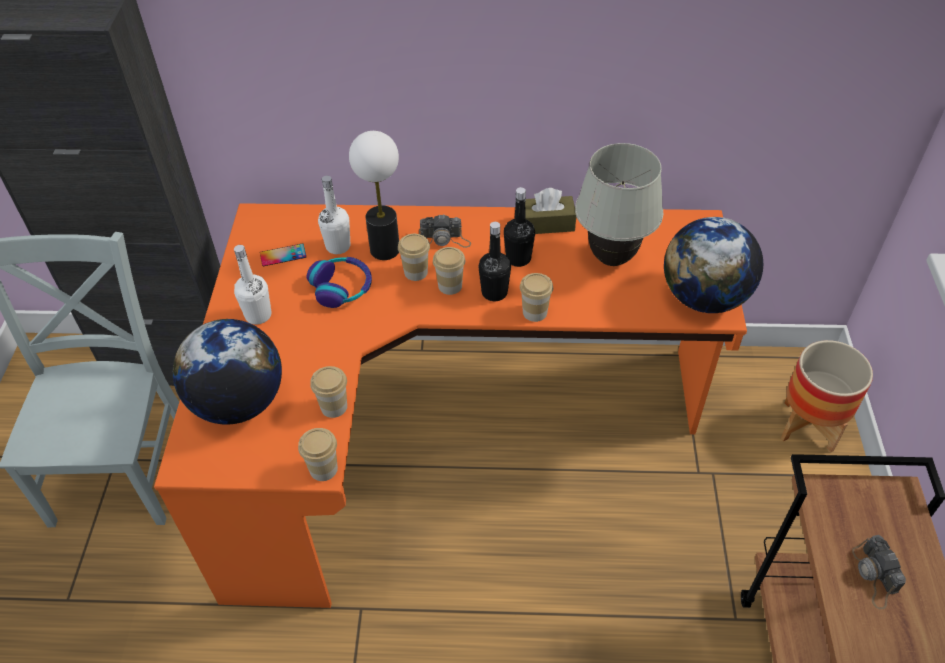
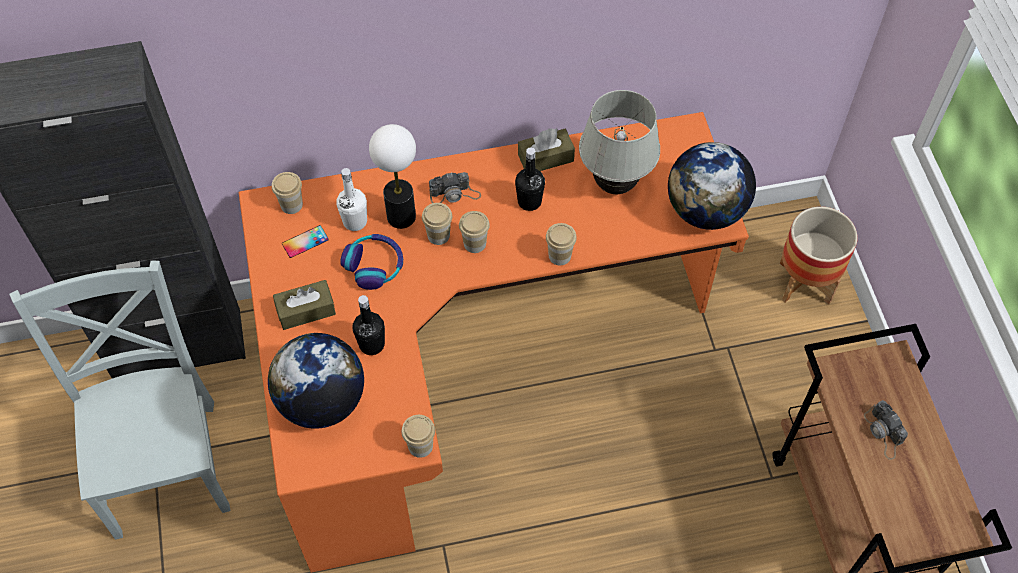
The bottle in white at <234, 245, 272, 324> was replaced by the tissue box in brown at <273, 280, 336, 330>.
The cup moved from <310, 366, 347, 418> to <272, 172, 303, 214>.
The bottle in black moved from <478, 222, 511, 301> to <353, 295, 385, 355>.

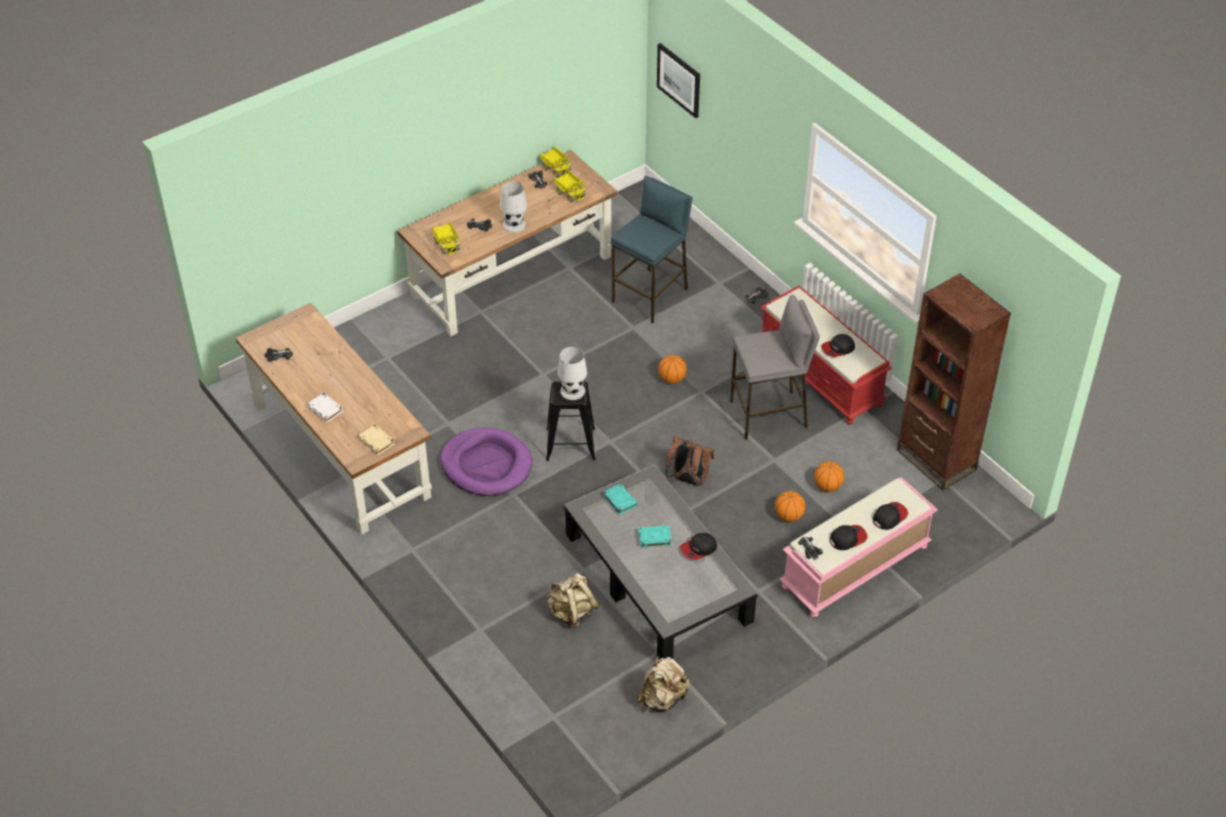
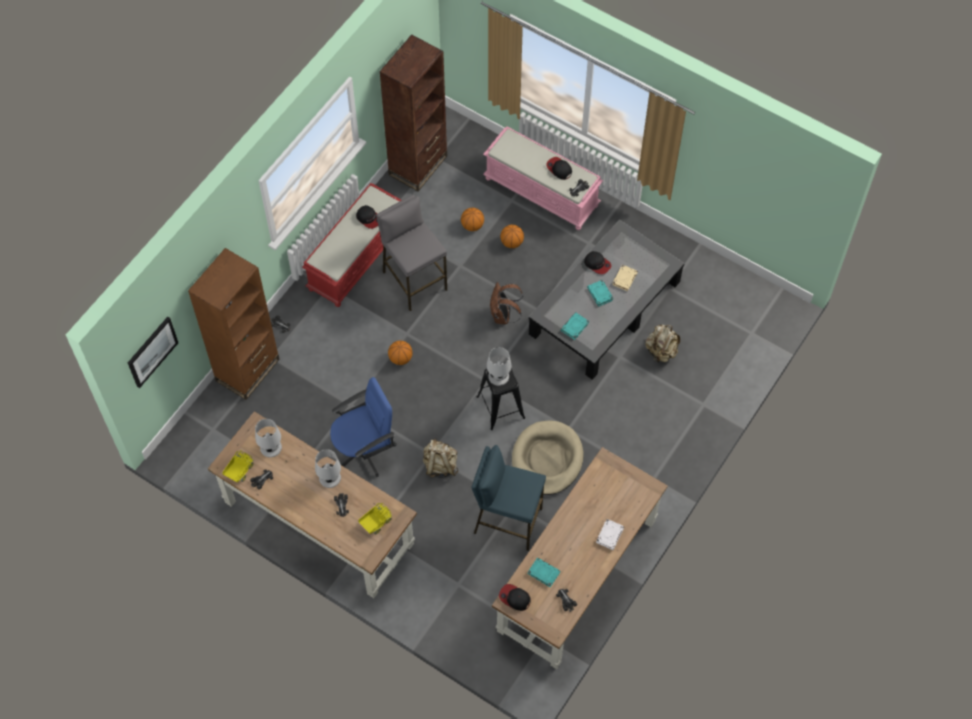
The book in beige moved from <358, 424, 395, 455> to <612, 265, 638, 291>.
The dog bed in purple at <440, 427, 533, 496> became the dog bed in beige at <512, 420, 583, 495>.
The toy truck at <553, 171, 586, 202> was replaced by the table lamp in white at <255, 419, 282, 457>.
The stool in blue moved from <611, 176, 692, 324> to <471, 445, 546, 551>.
The backpack in beige moved from <637, 656, 690, 711> to <423, 438, 458, 478>.
The cap moved from <873, 502, 908, 530> to <499, 584, 530, 611>.
The bookcase in brown at <188, 248, 280, 400> appeared.
The office chair in blue at <330, 377, 396, 477> appeared.
The book in turquoise at <528, 557, 561, 587> appeared.

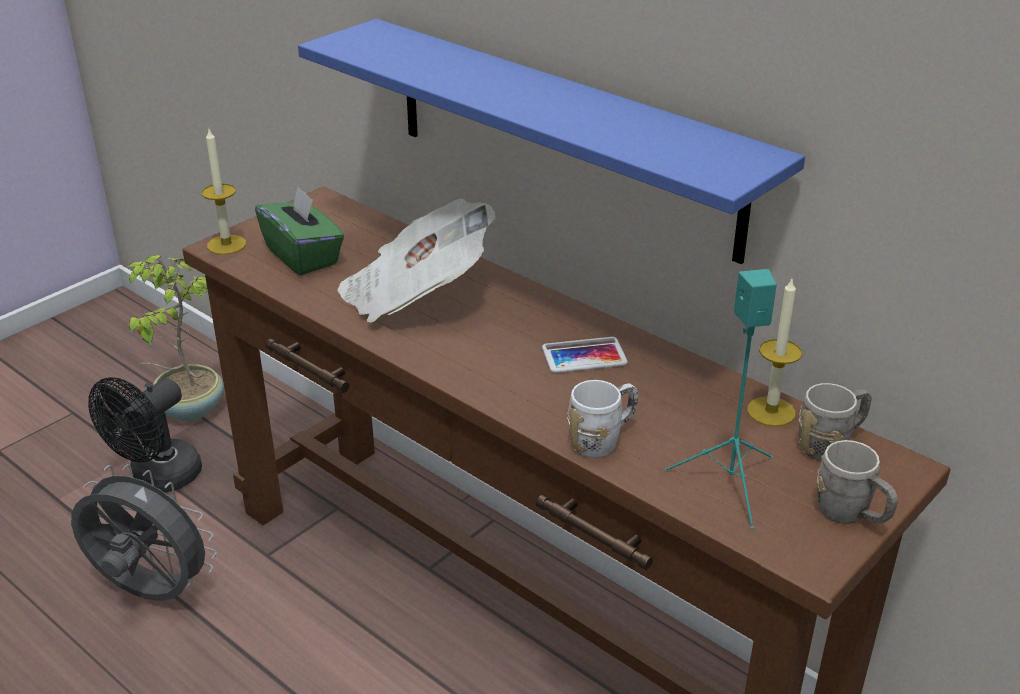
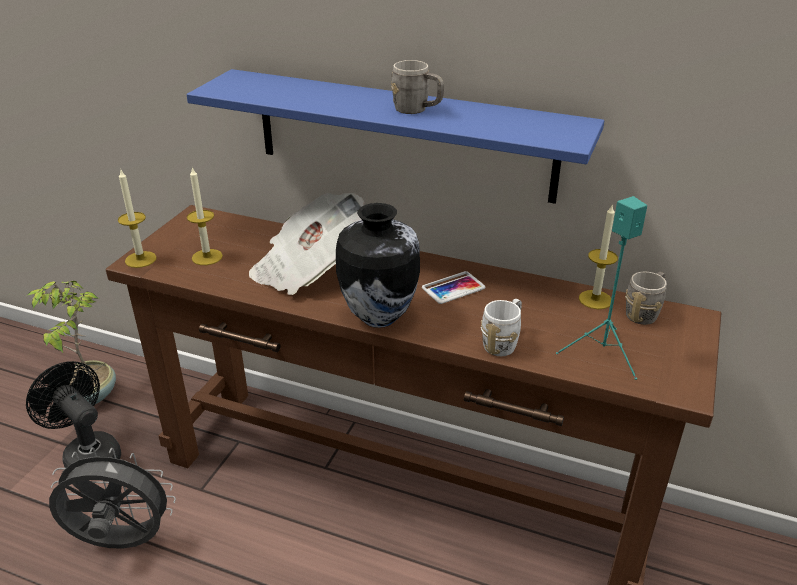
The fan in black at <88, 377, 202, 493> turned 120 degrees clockwise.
The tissue box in green at <255, 186, 344, 276> was replaced by the candle at <187, 167, 223, 265>.
The mug in grey moved from <817, 440, 898, 524> to <391, 60, 444, 114>.
The vase at <336, 203, 420, 328> appeared.

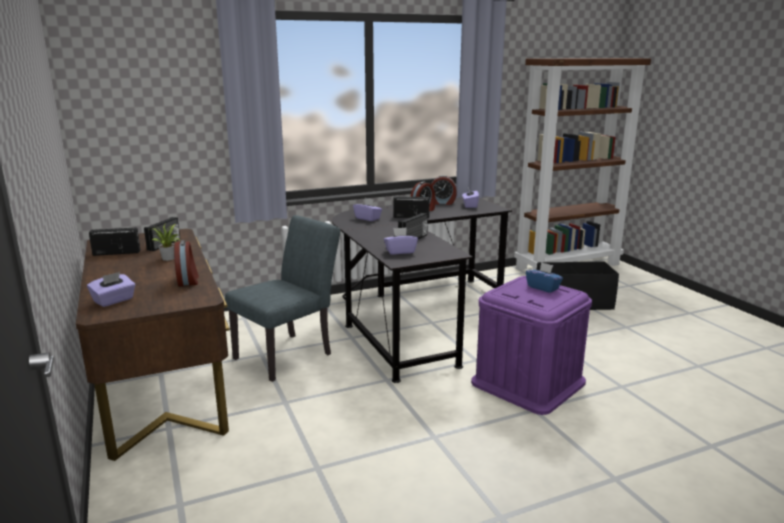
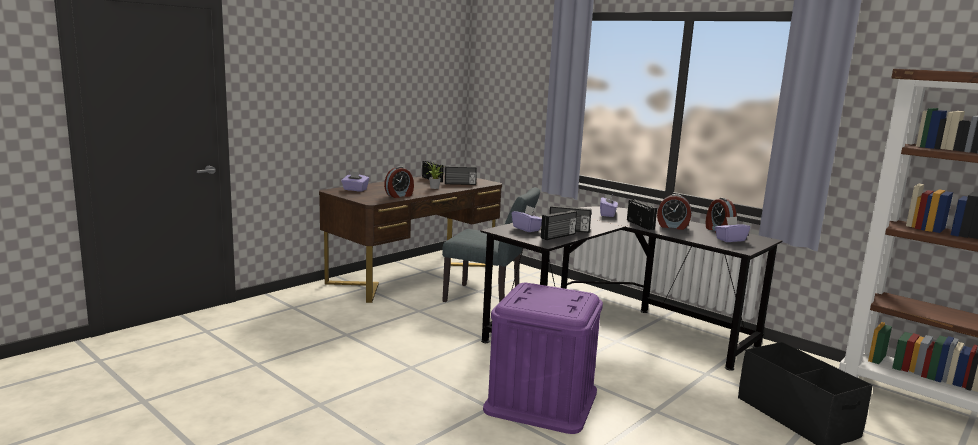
The tissue box in blue at <526, 262, 563, 293> disappeared.
The radio at <541, 210, 577, 240> appeared.

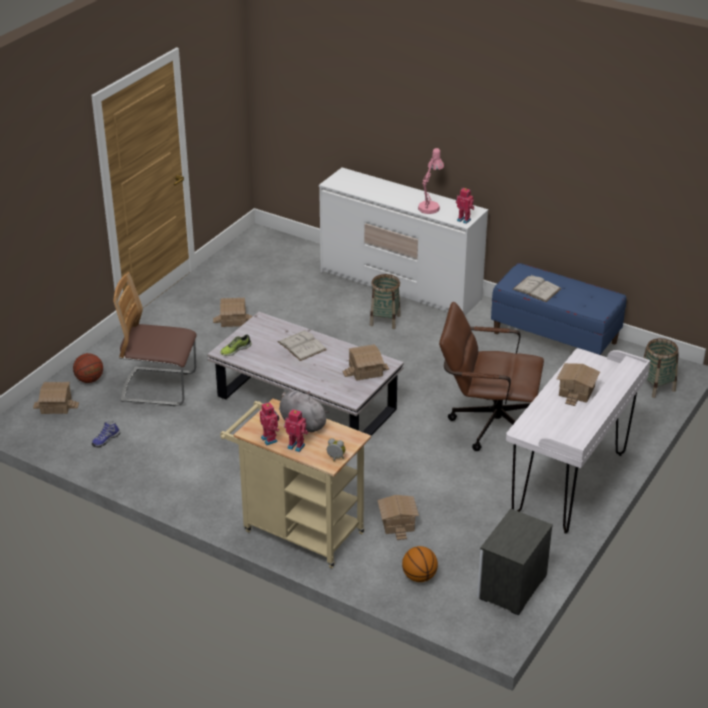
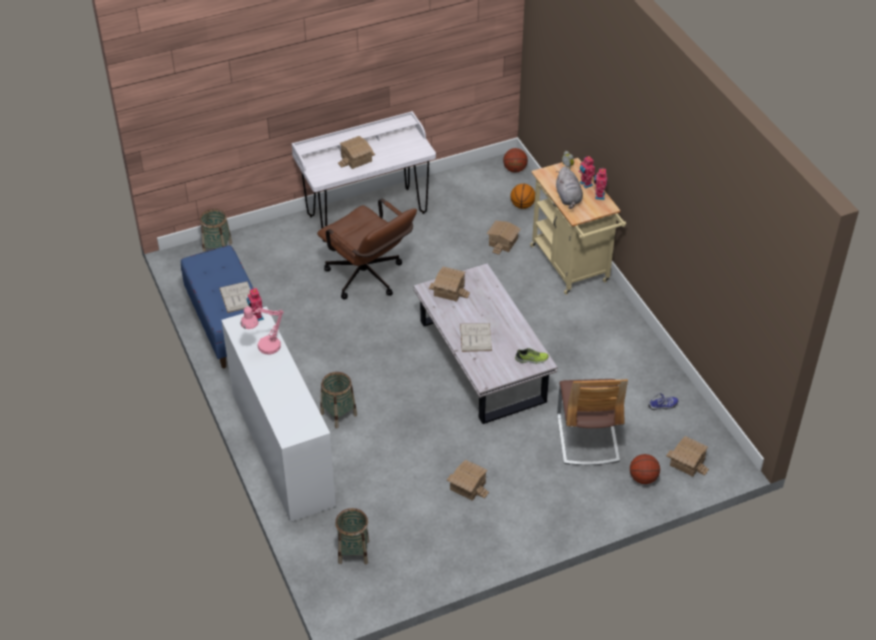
The chair at <113, 272, 197, 406> turned 45 degrees clockwise.
The nightstand at <477, 508, 553, 616> disappeared.
The basket at <335, 508, 369, 564> appeared.
The basketball at <503, 148, 528, 173> appeared.

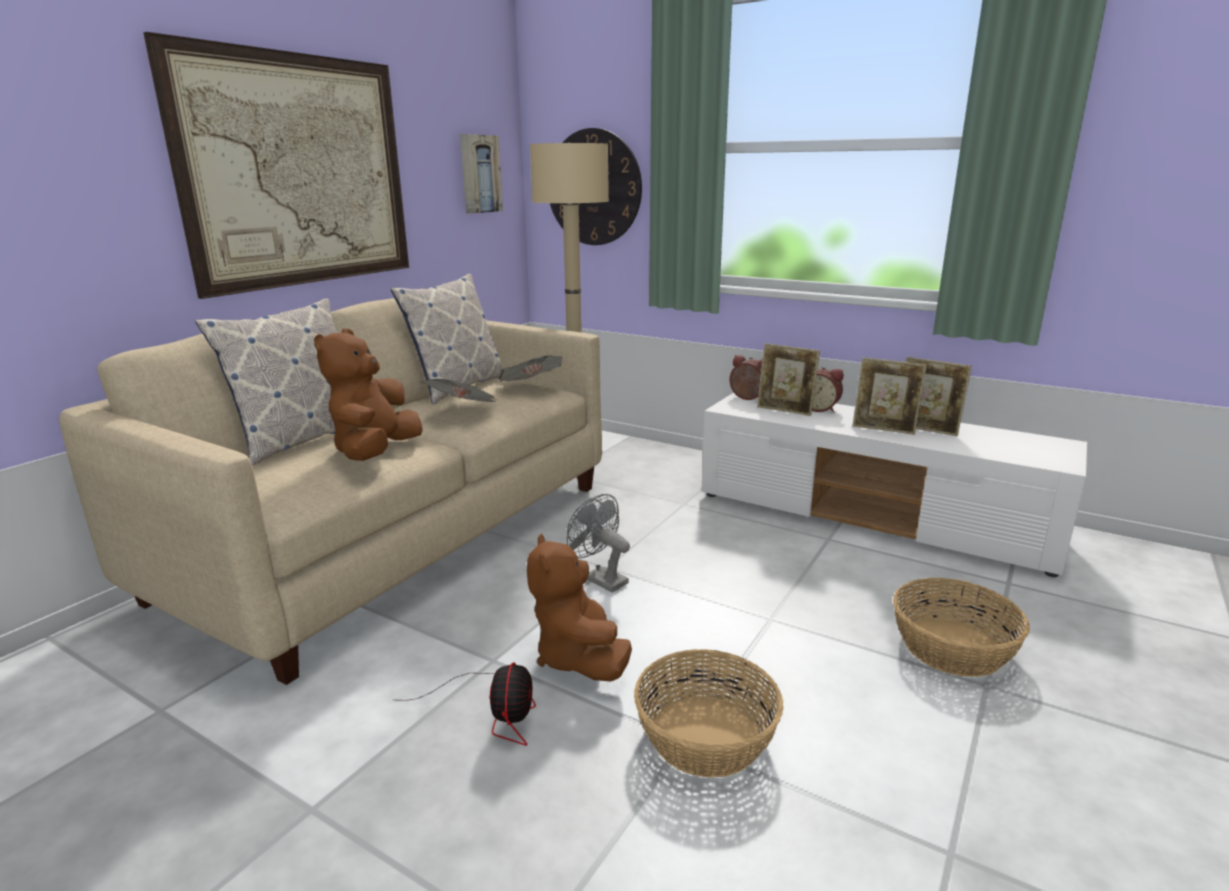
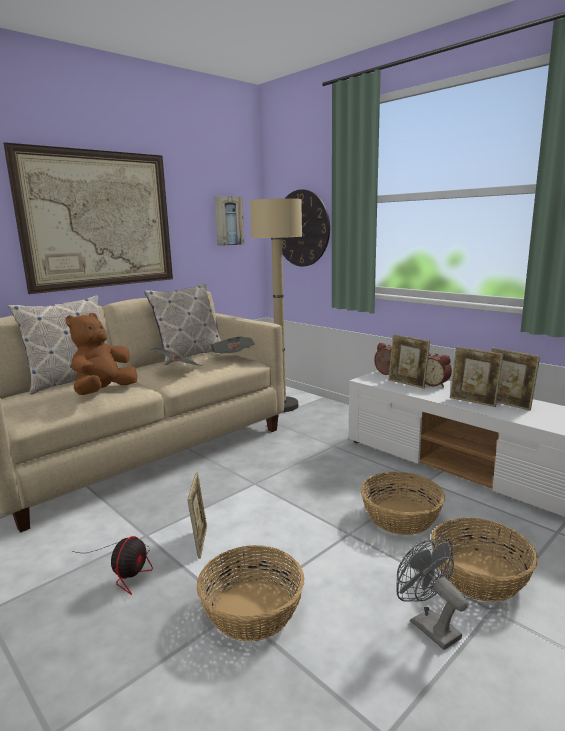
The plush toy in brown at <527, 533, 632, 682> was replaced by the picture frame at <187, 472, 207, 559>.
The fan in grey moved from <567, 494, 630, 592> to <396, 538, 468, 650>.
The basket at <361, 472, 445, 535> appeared.

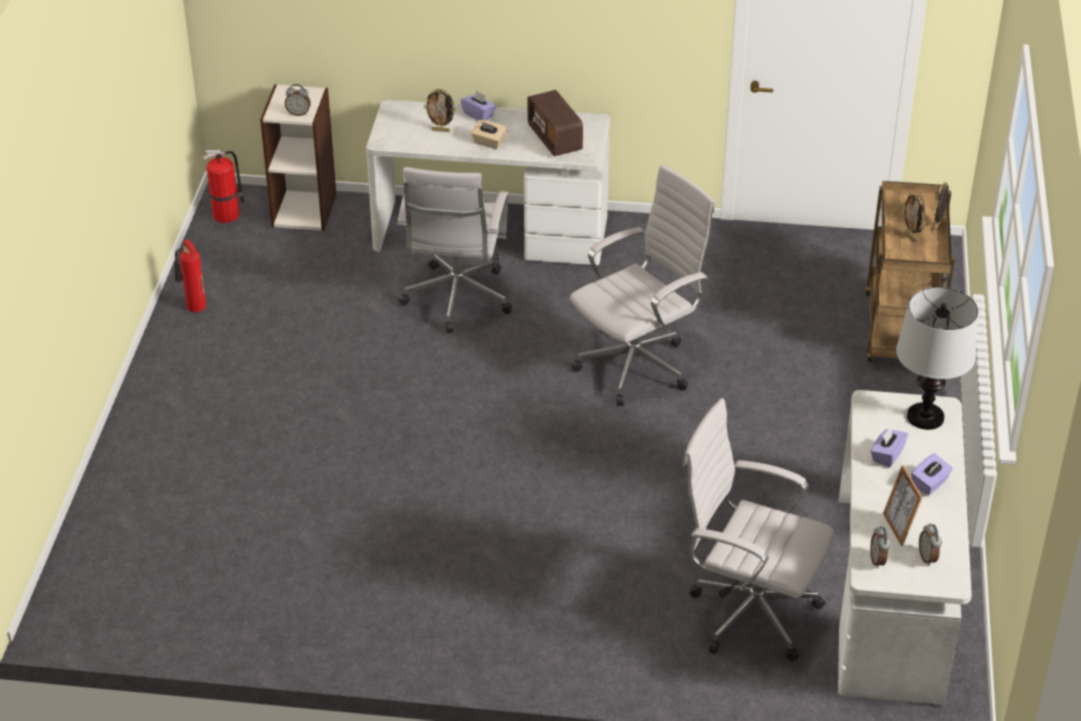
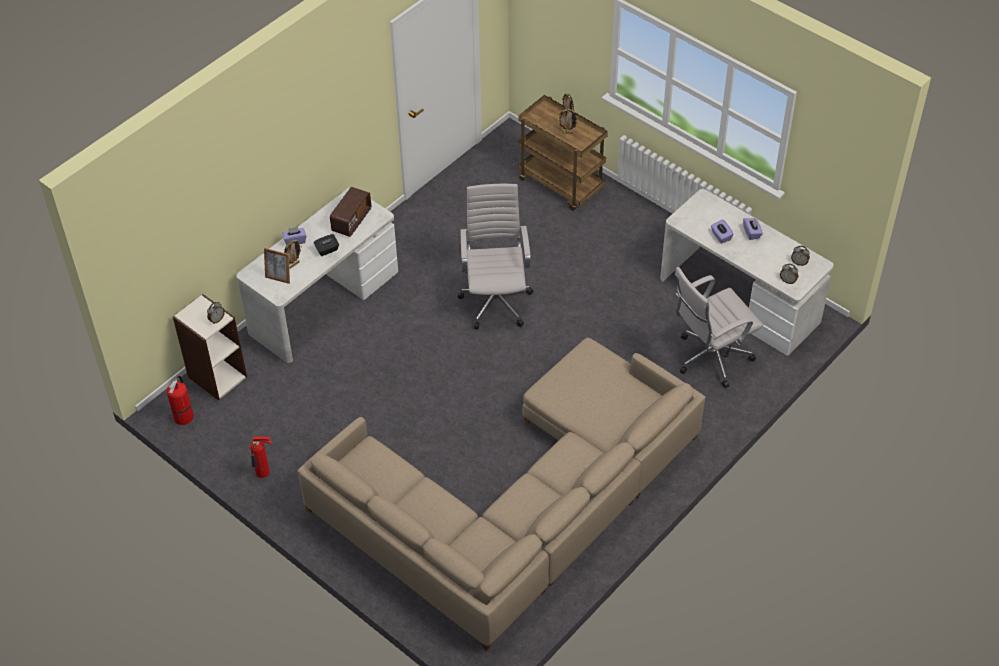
The office chair in white at <397, 167, 512, 333> disappeared.
The tissue box in beige at <471, 120, 508, 149> became the tissue box in black at <314, 234, 339, 256>.
The radio at <528, 90, 583, 156> turned 75 degrees counterclockwise.
The picture frame moved from <883, 465, 923, 546> to <264, 248, 290, 284>.
The table lamp at <896, 287, 978, 430> disappeared.
The sofa in beige at <297, 337, 705, 651> appeared.

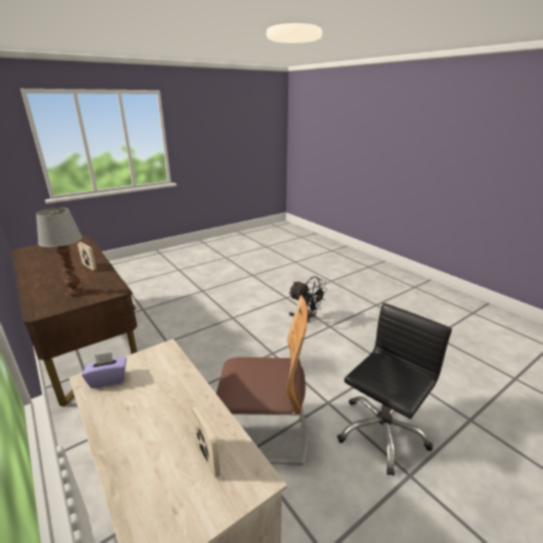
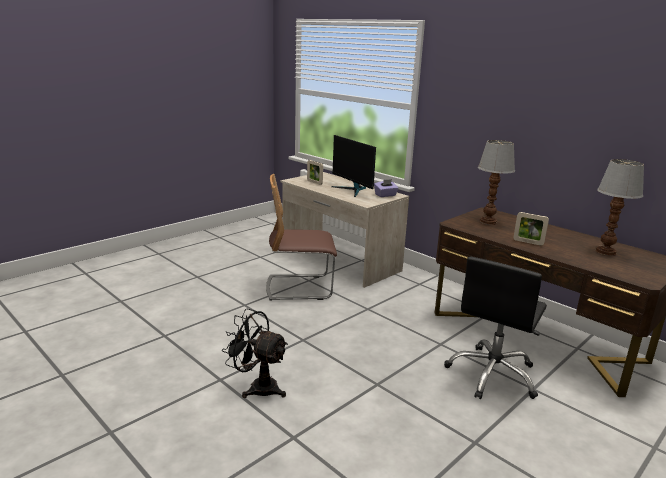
The office chair in black moved from <337, 303, 452, 476> to <444, 256, 547, 399>.
The monitor at <332, 135, 376, 197> appeared.
The table lamp at <596, 159, 644, 256> appeared.

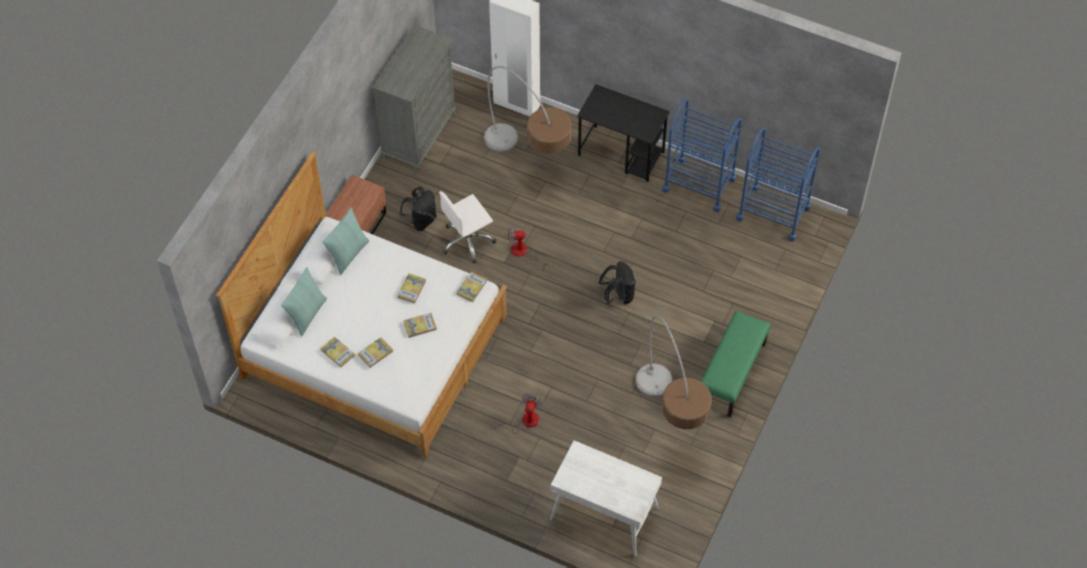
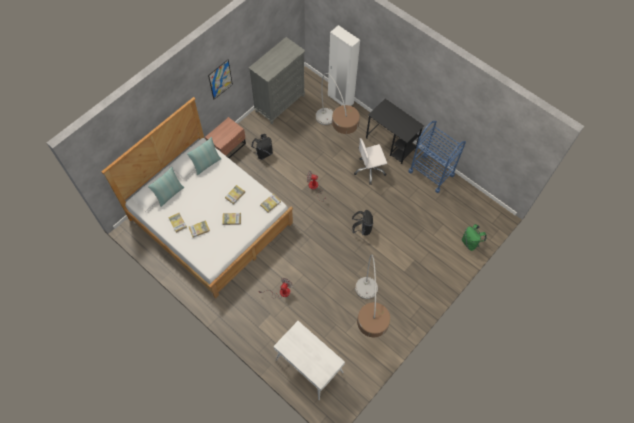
The office chair in white moved from <439, 191, 496, 263> to <354, 138, 387, 185>.
The bench in green at <701, 311, 771, 417> disappeared.
The cart in blue at <736, 127, 820, 241> disappeared.
The picture at <208, 59, 233, 100> appeared.
The backpack in green at <462, 224, 487, 251> appeared.

